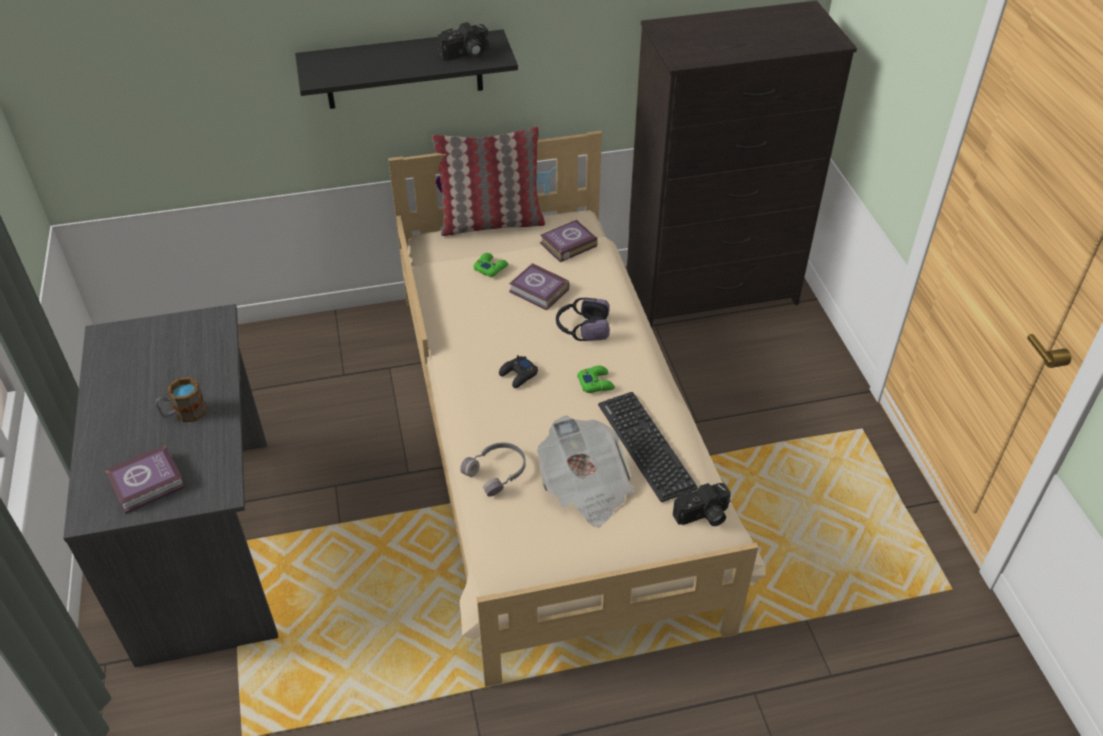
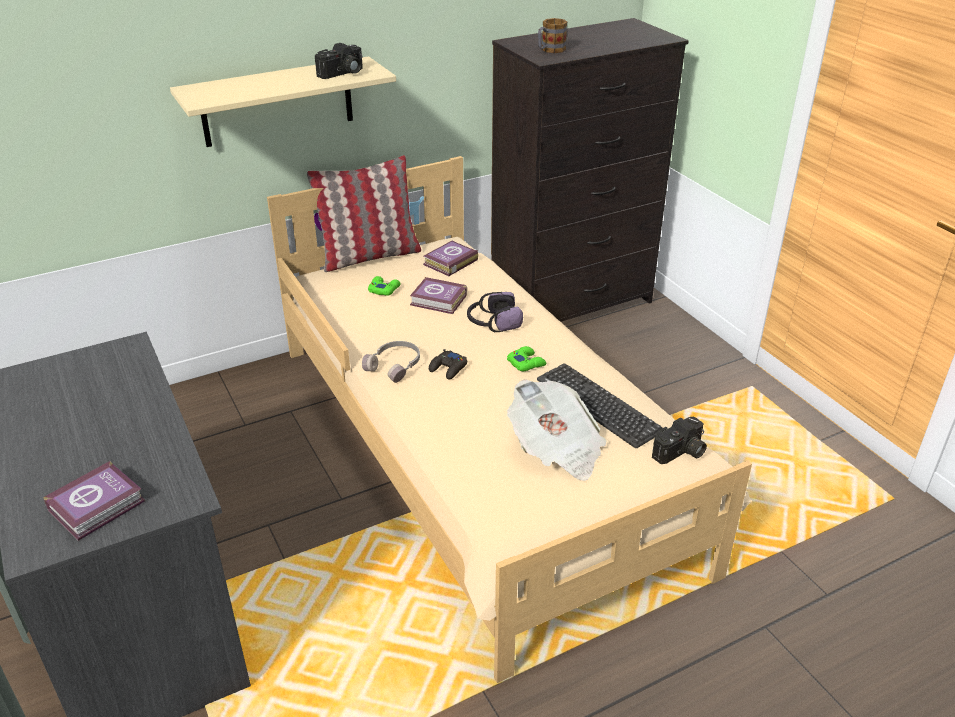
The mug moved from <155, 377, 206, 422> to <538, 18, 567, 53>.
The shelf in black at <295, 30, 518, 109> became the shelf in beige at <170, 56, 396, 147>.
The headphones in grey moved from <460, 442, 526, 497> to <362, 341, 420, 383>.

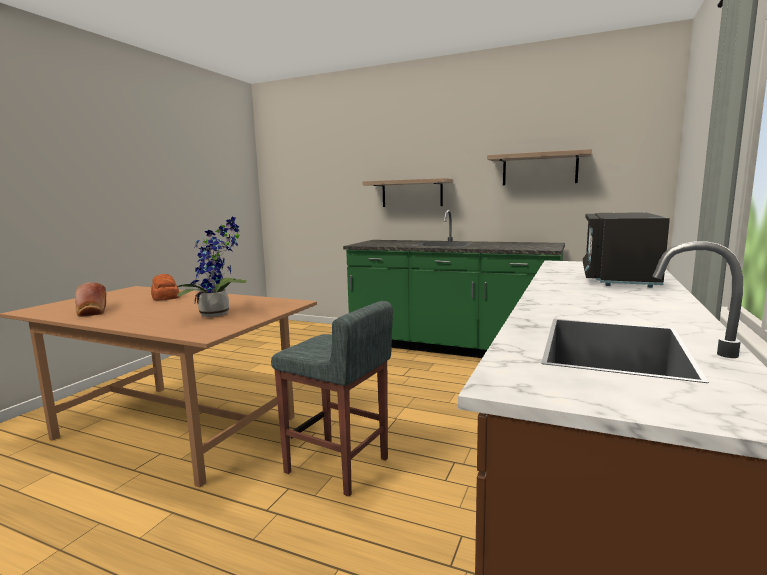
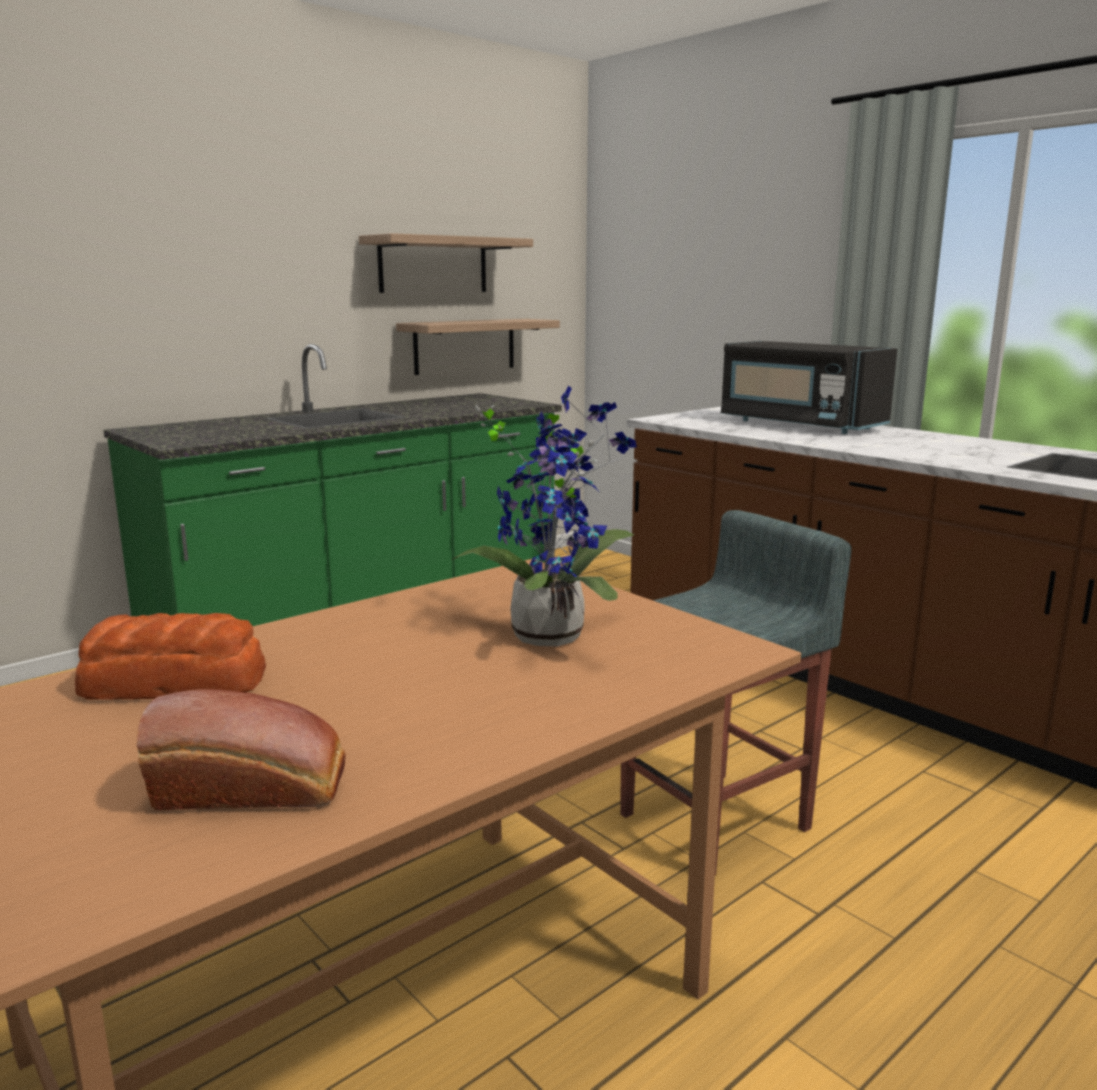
The shelf moved from <362, 178, 452, 207> to <396, 319, 560, 375>.

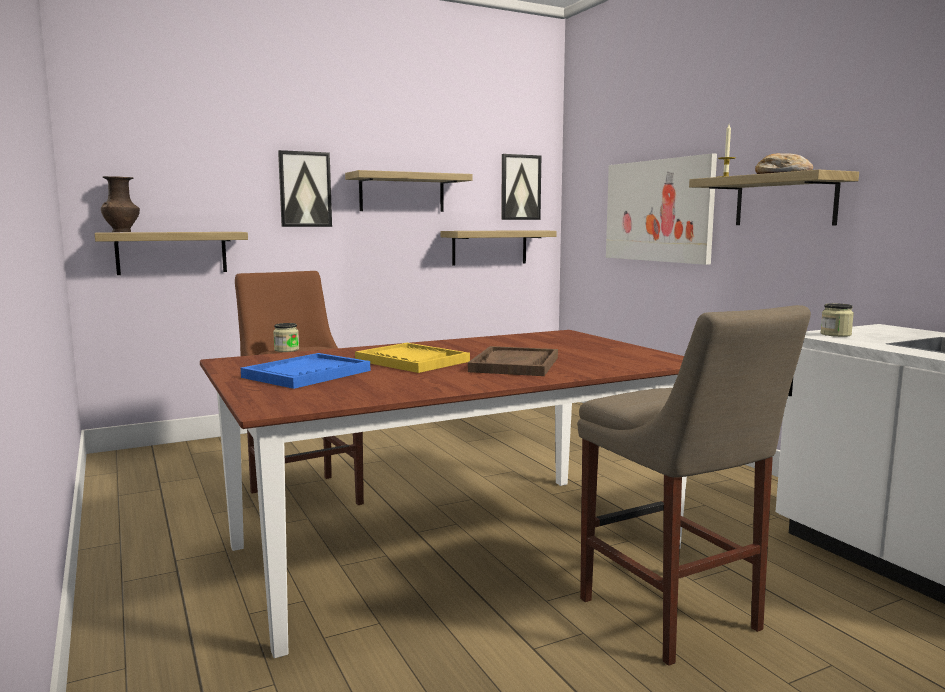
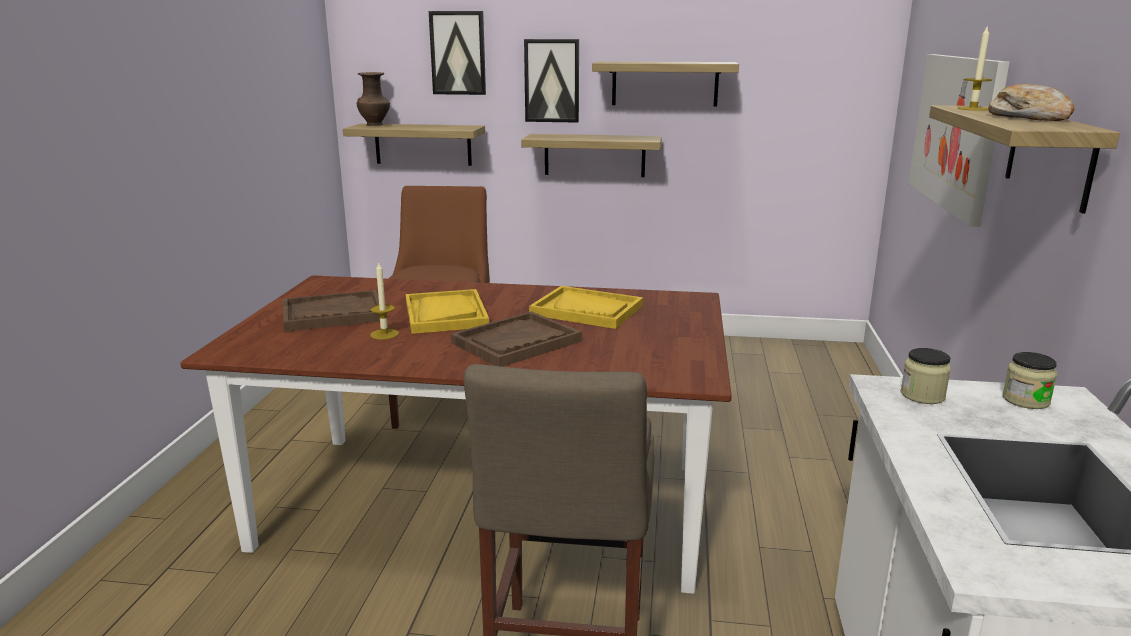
The tray in blue at <241, 353, 370, 389> became the tray in brown at <283, 290, 380, 332>.
The jar moved from <273, 323, 299, 352> to <1003, 352, 1057, 409>.
The shelf moved from <440, 230, 557, 266> to <521, 134, 662, 177>.
The picture moved from <501, 154, 541, 220> to <429, 11, 486, 95>.
The candle at <370, 263, 399, 340> appeared.
The tray in yellow at <529, 286, 643, 329> appeared.

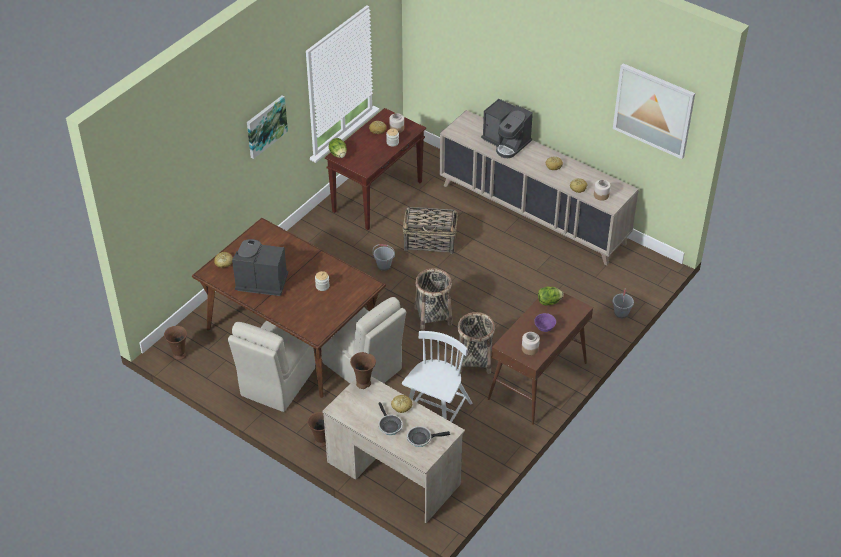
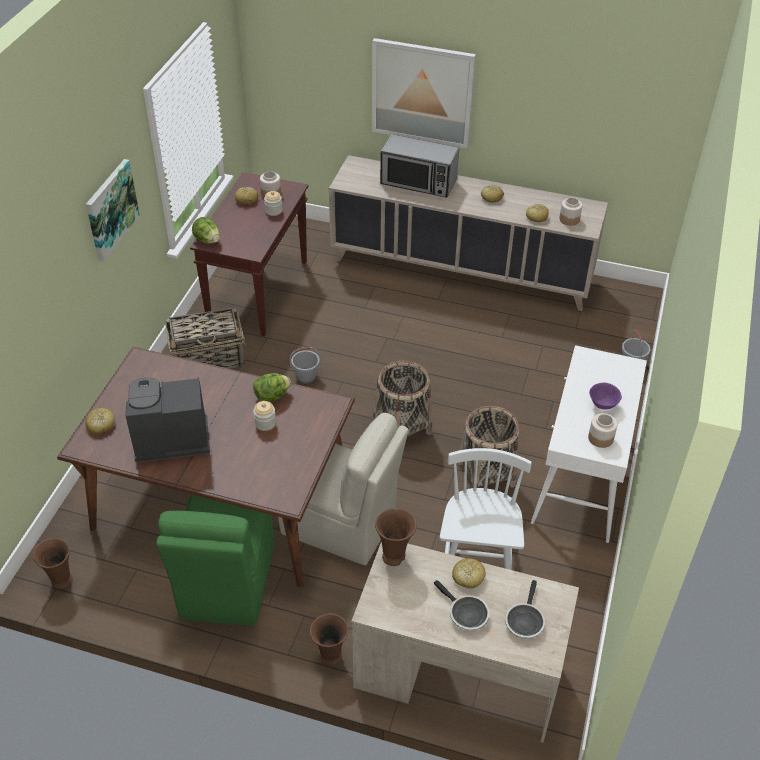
The chair in beige at <228, 321, 315, 412> became the chair in green at <156, 494, 274, 626>.
The basket moved from <403, 207, 458, 254> to <165, 308, 246, 369>.
The frying pan at <407, 426, 450, 447> turned 45 degrees counterclockwise.
The coffee machine at <481, 99, 533, 158> was replaced by the microwave at <380, 134, 459, 198>.
The console table in brown at <488, 286, 593, 425> became the console table in white at <531, 345, 647, 543>.
The lettuce moved from <538, 286, 564, 306> to <253, 373, 291, 402>.
The picture moved from <613, 63, 695, 159> to <372, 38, 476, 148>.

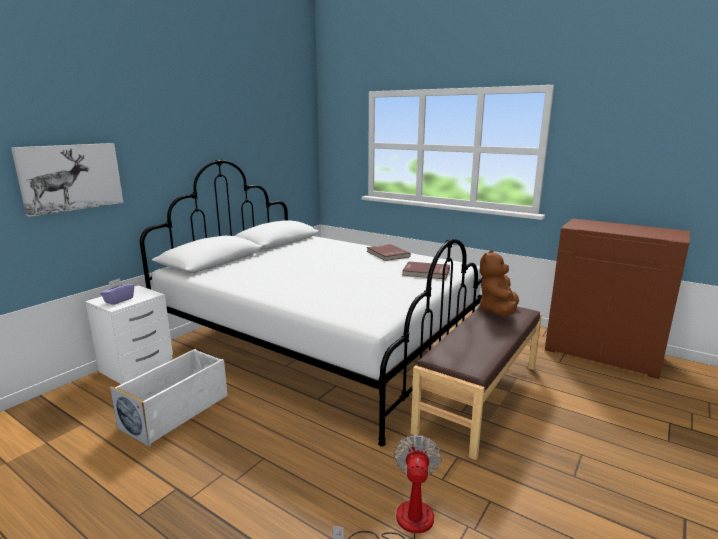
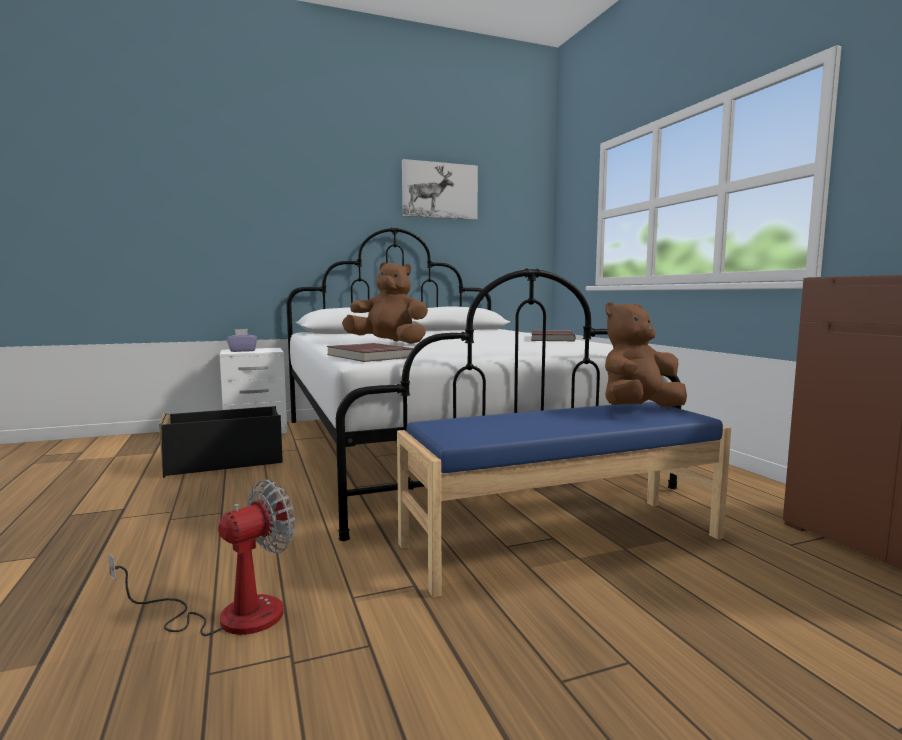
The picture moved from <11, 143, 123, 217> to <402, 159, 478, 220>.
The storage box in white at <110, 349, 228, 447> became the storage box in black at <159, 406, 283, 478>.
The book in red moved from <402, 261, 450, 279> to <327, 343, 413, 362>.
The bench in brown at <411, 307, 542, 460> became the bench in blue at <397, 402, 731, 598>.
The plush toy in brown at <342, 262, 428, 344> appeared.

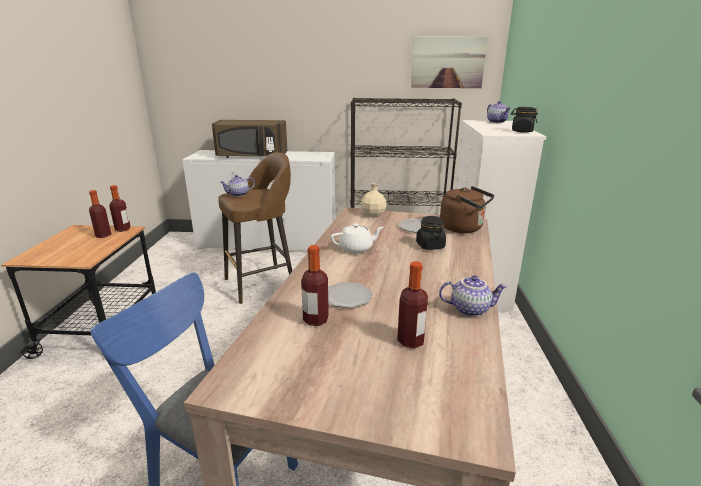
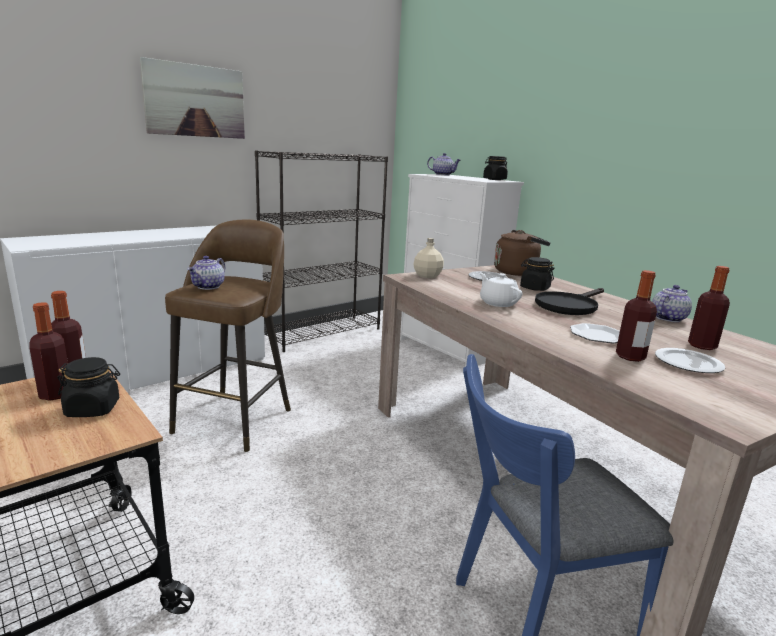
The microwave in brown at <212, 120, 287, 158> disappeared.
The teapot in white at <331, 223, 384, 254> turned 60 degrees counterclockwise.
The picture moved from <411, 36, 488, 88> to <140, 57, 245, 139>.
The jar in black at <57, 357, 120, 417> appeared.
The frying pan in black at <535, 288, 604, 315> appeared.
The plate at <655, 348, 725, 373> appeared.

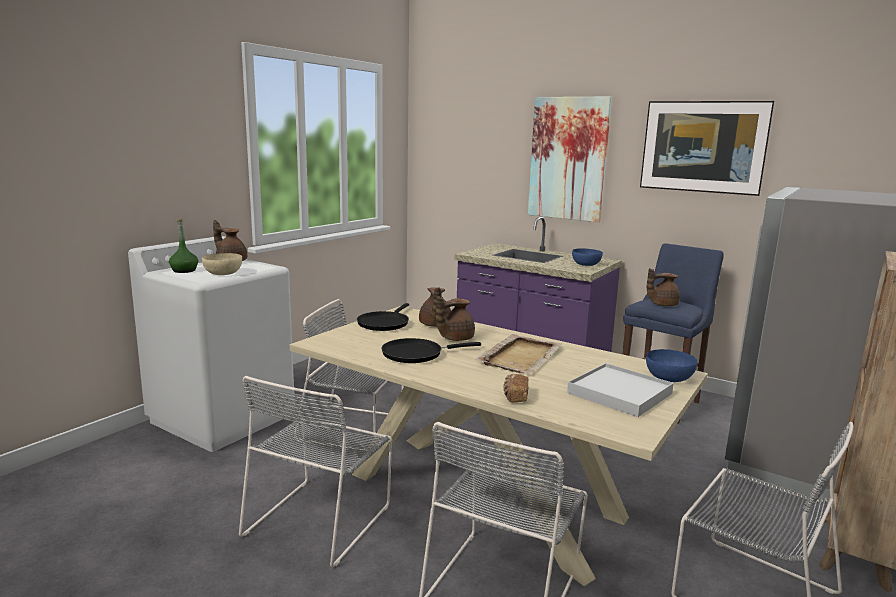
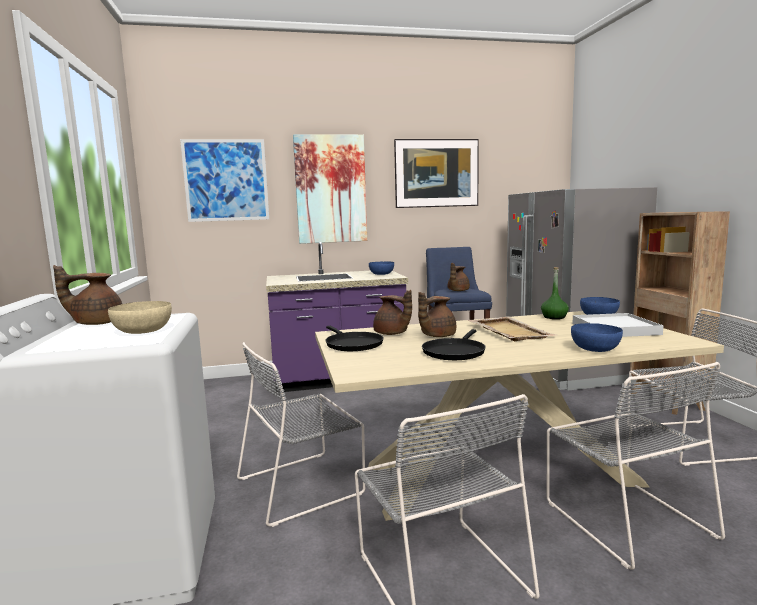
The bottle in green moved from <169, 219, 198, 273> to <541, 267, 569, 319>.
The teapot in brown at <436, 296, 475, 341> turned 45 degrees clockwise.
The bread at <503, 374, 528, 403> was replaced by the bowl in blue at <571, 323, 623, 352>.
The picture at <180, 139, 269, 222> appeared.

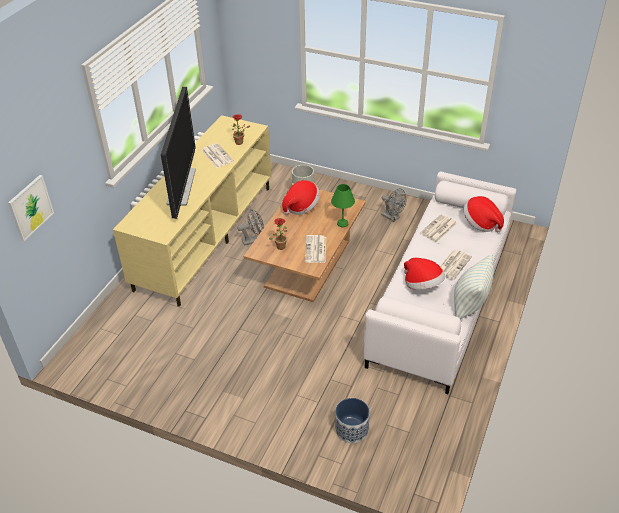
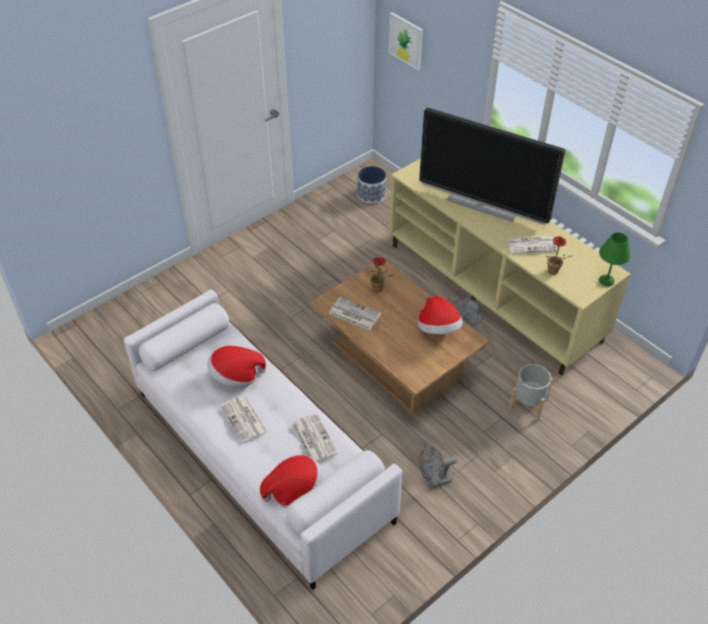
The table lamp in green moved from <331, 184, 355, 227> to <599, 232, 631, 286>.
The planter moved from <335, 398, 370, 443> to <358, 166, 386, 204>.
The pillow at <454, 253, 494, 319> disappeared.

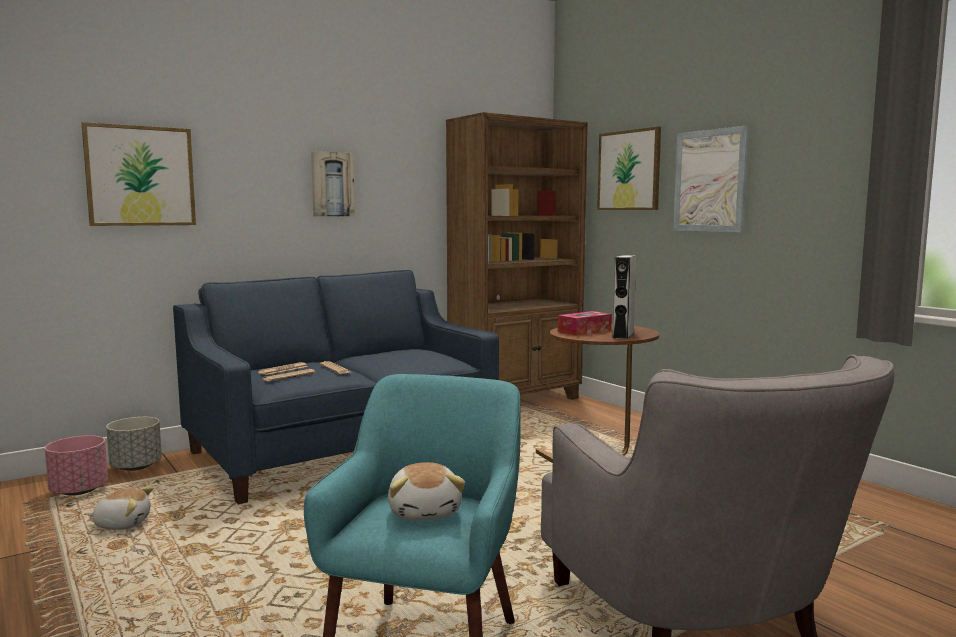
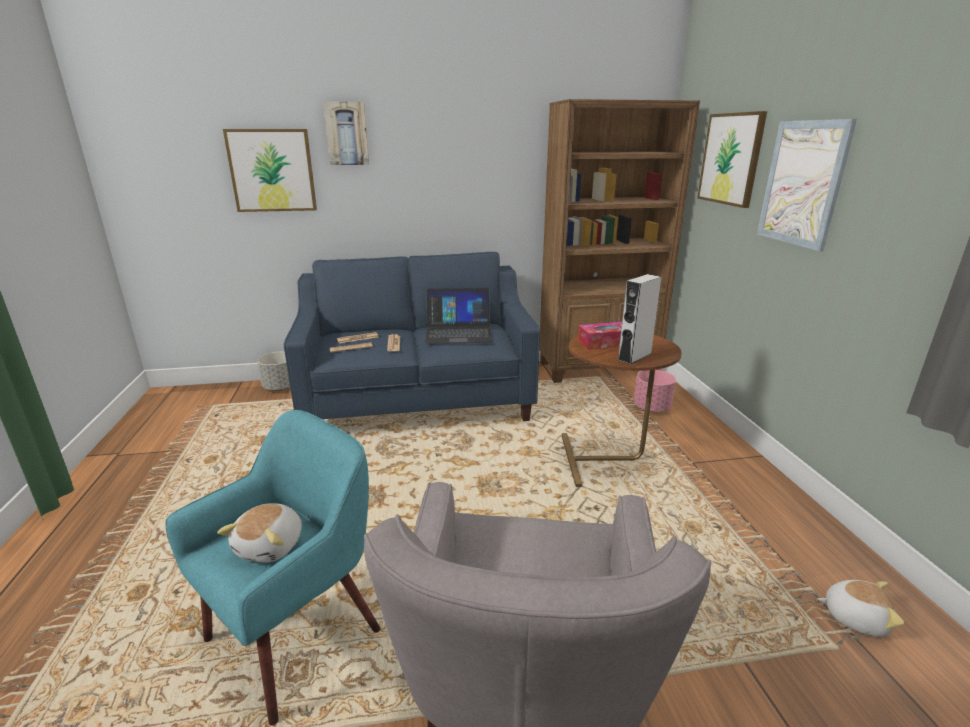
The planter in pink moved from <45, 435, 108, 496> to <634, 370, 676, 412>.
The plush toy moved from <88, 486, 154, 530> to <818, 580, 904, 637>.
The picture moved from <311, 151, 355, 217> to <323, 101, 369, 165>.
The laptop at <425, 288, 492, 344> appeared.

